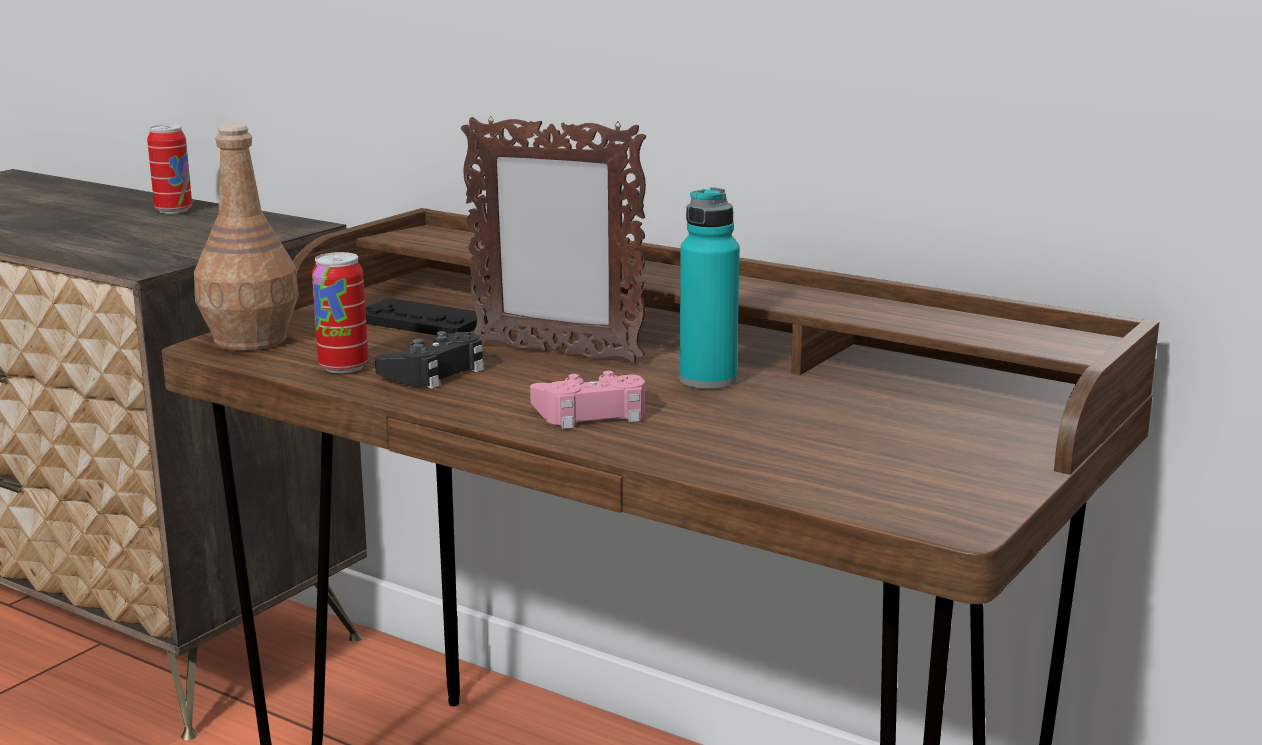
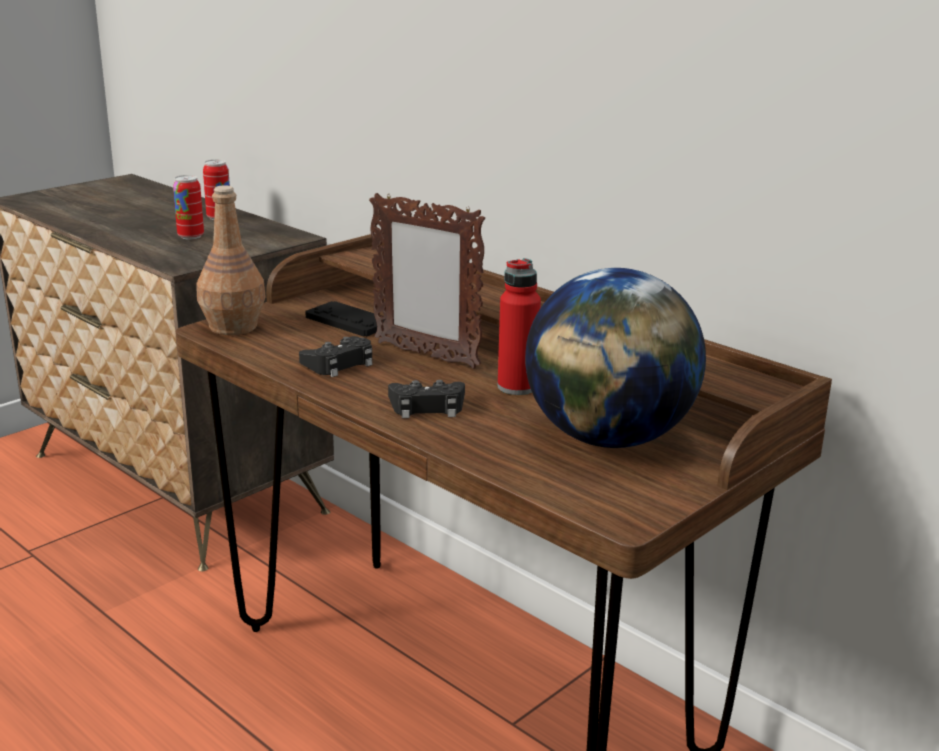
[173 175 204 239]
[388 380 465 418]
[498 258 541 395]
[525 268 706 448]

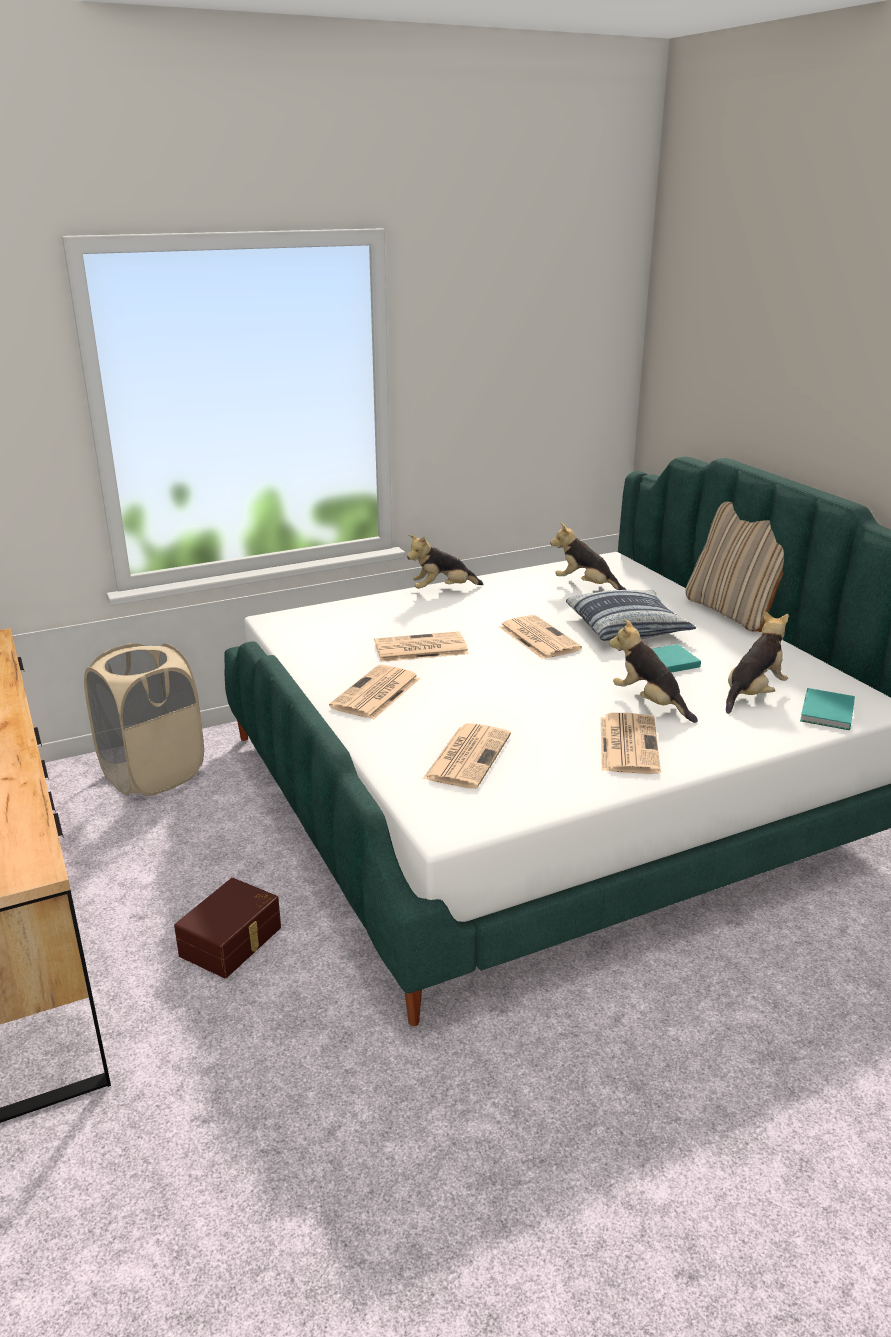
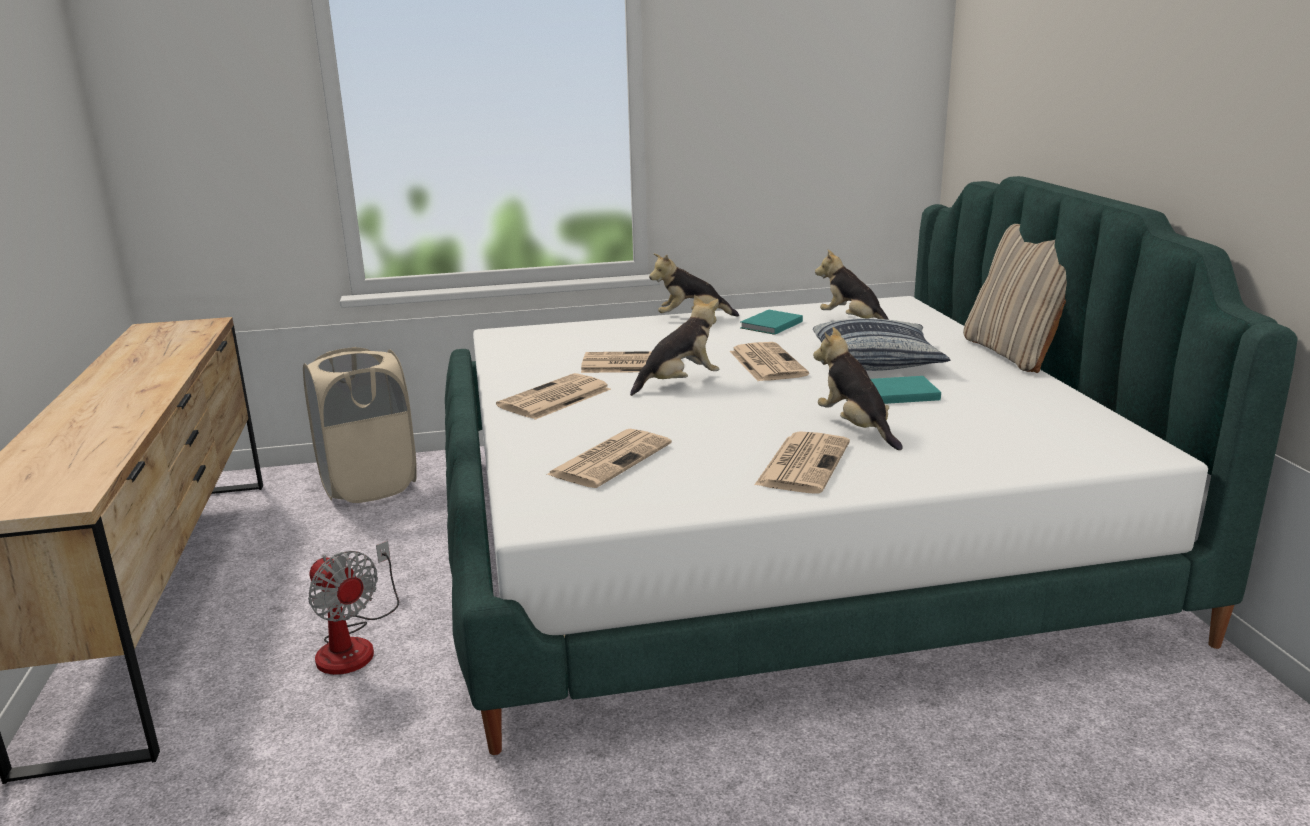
[308 541 399 675]
[630 295 719 396]
[740 310 803 335]

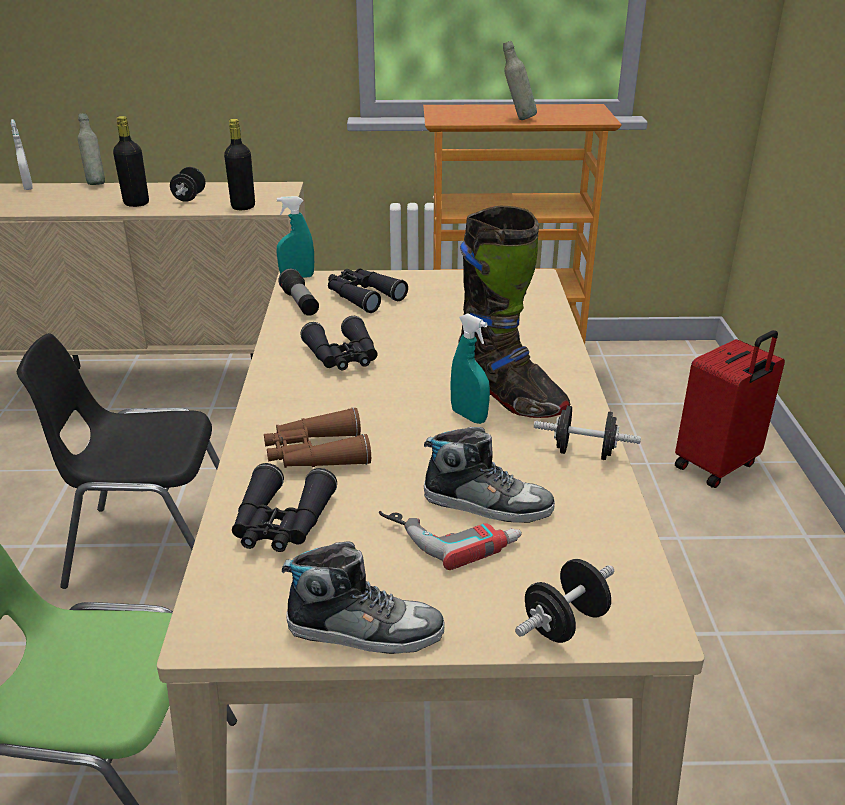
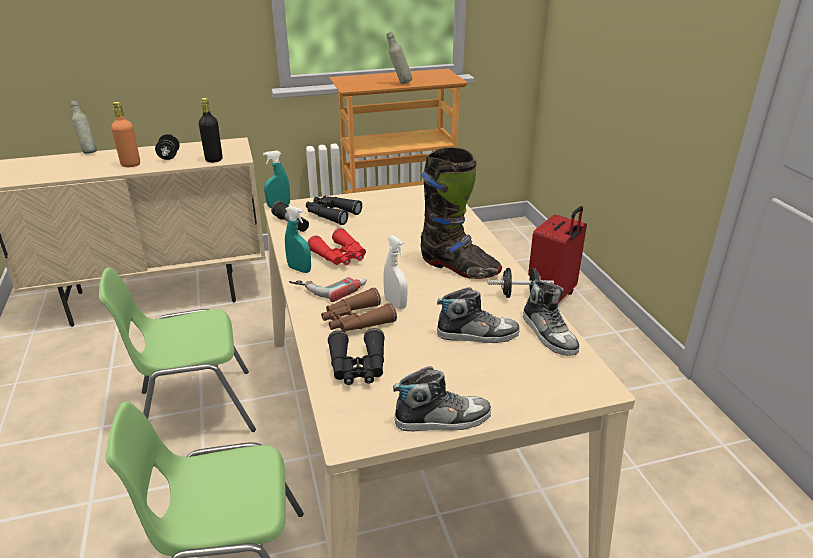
[383 235 408 309]
[99 267 256 432]
[111 102 140 167]
[307 228 366 265]
[289 277 367 302]
[285 206 311 273]
[515 559 614 643] (first image)
[523 280 580 356]

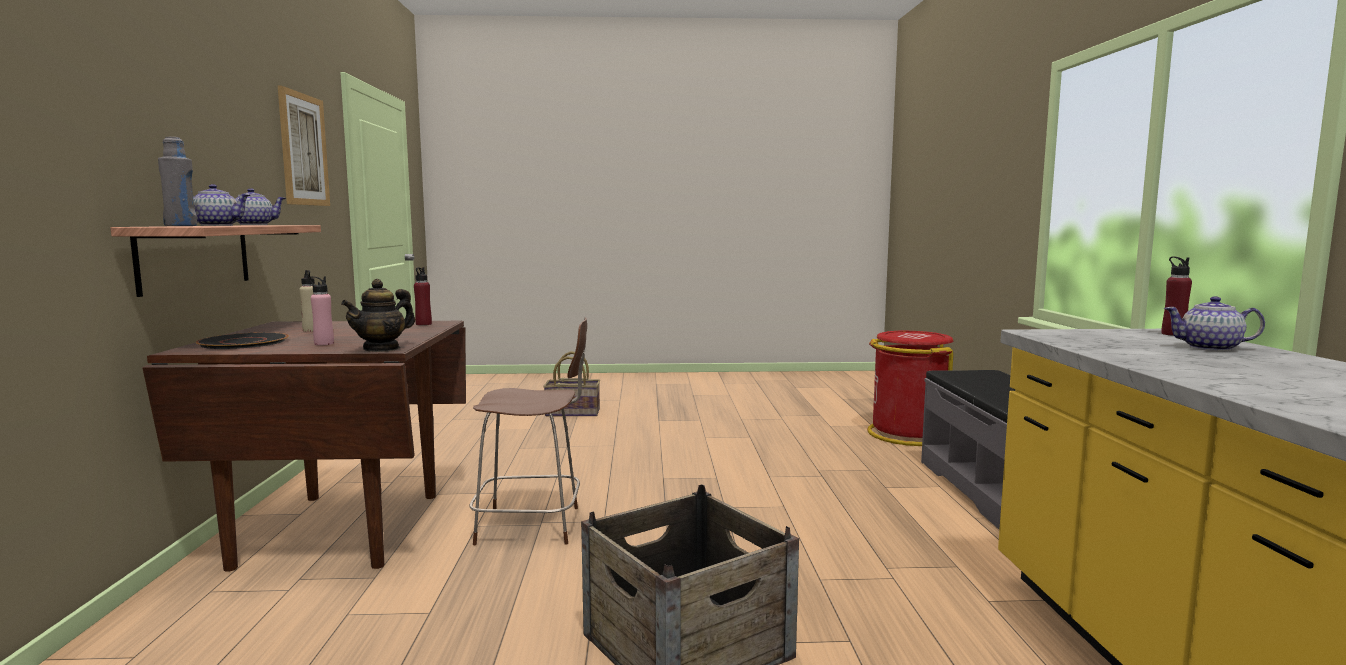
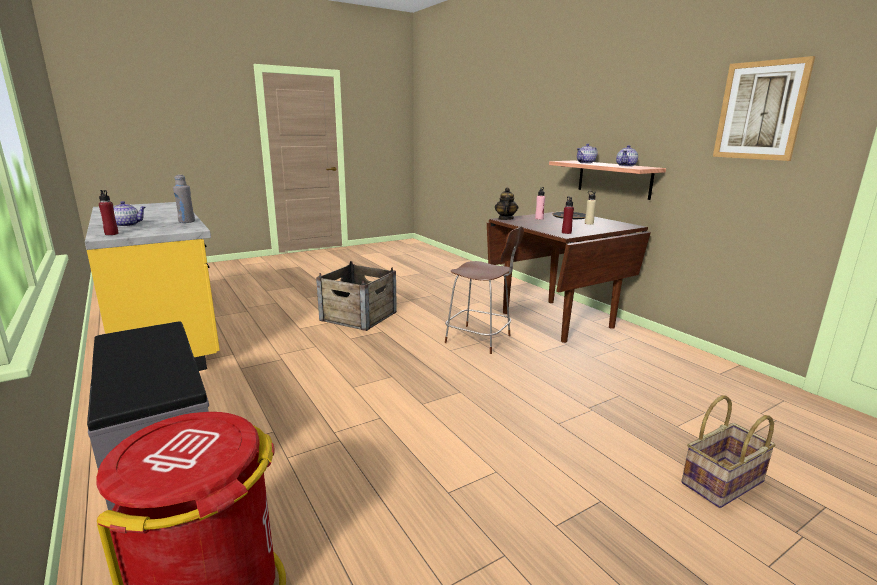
[173 175 195 223]
[445 226 524 354]

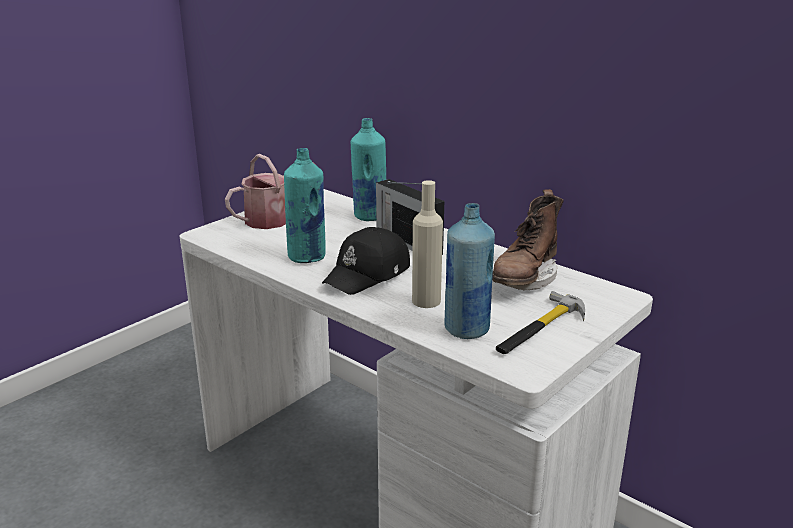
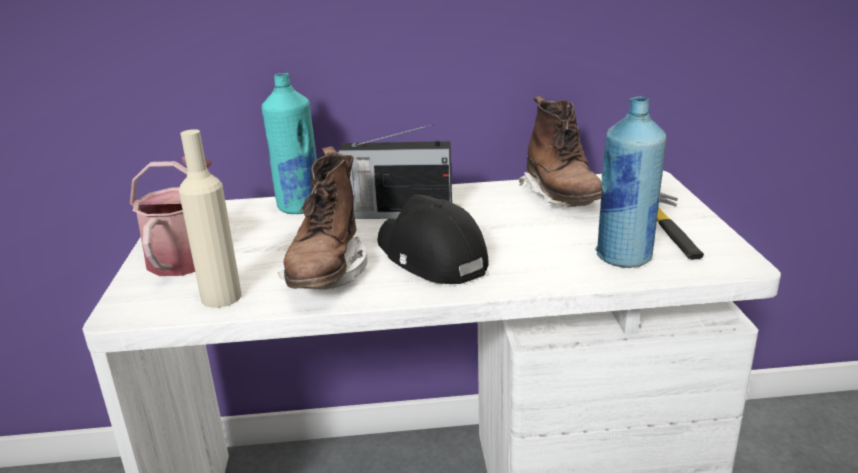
[278 146 368 289]
[378 195 488 284]
[179 129 242 308]

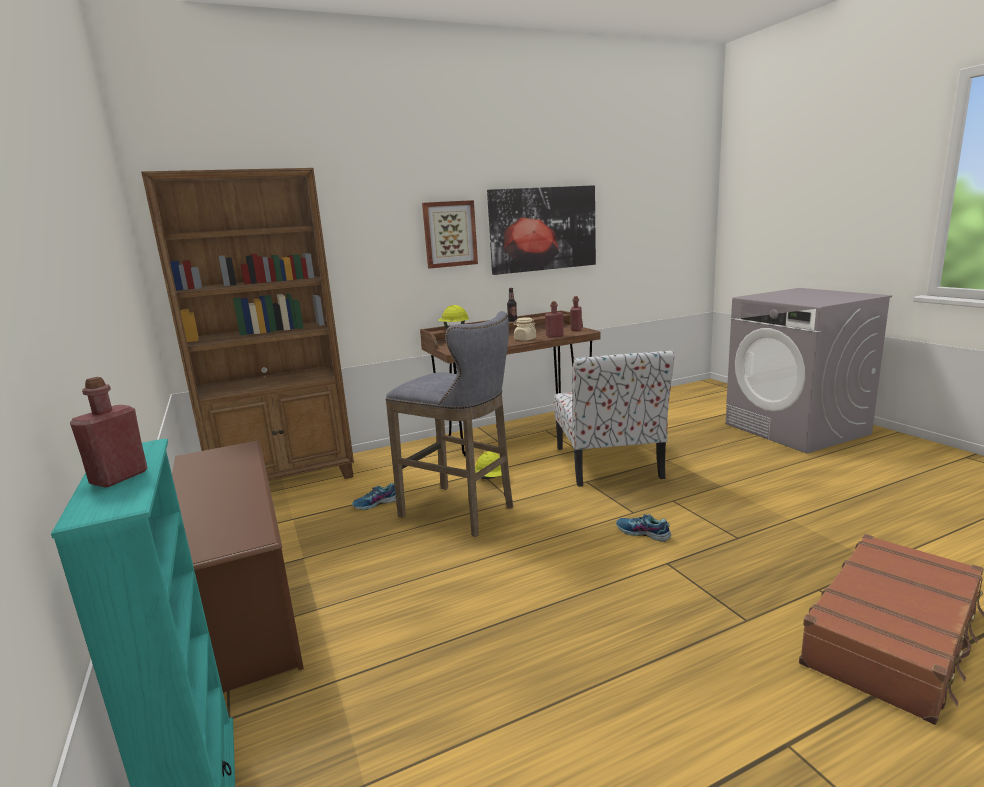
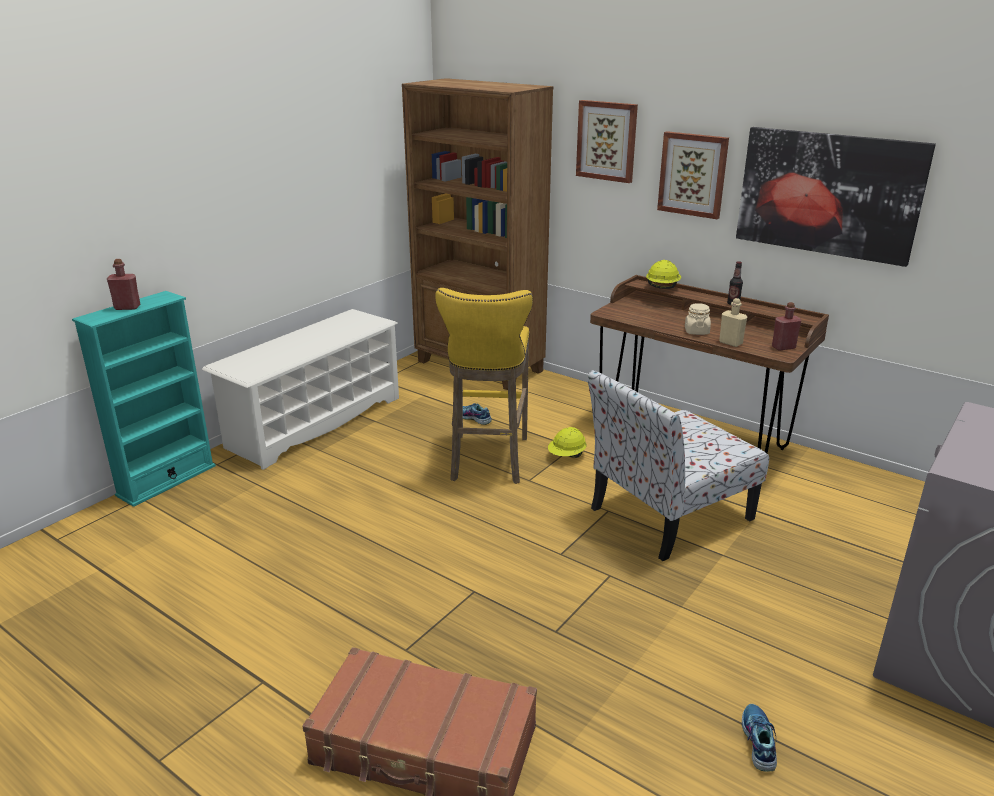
[202 309 399 470]
[435 288 533 484]
[719 298 747 347]
[742 704 777 772]
[576 100 638 183]

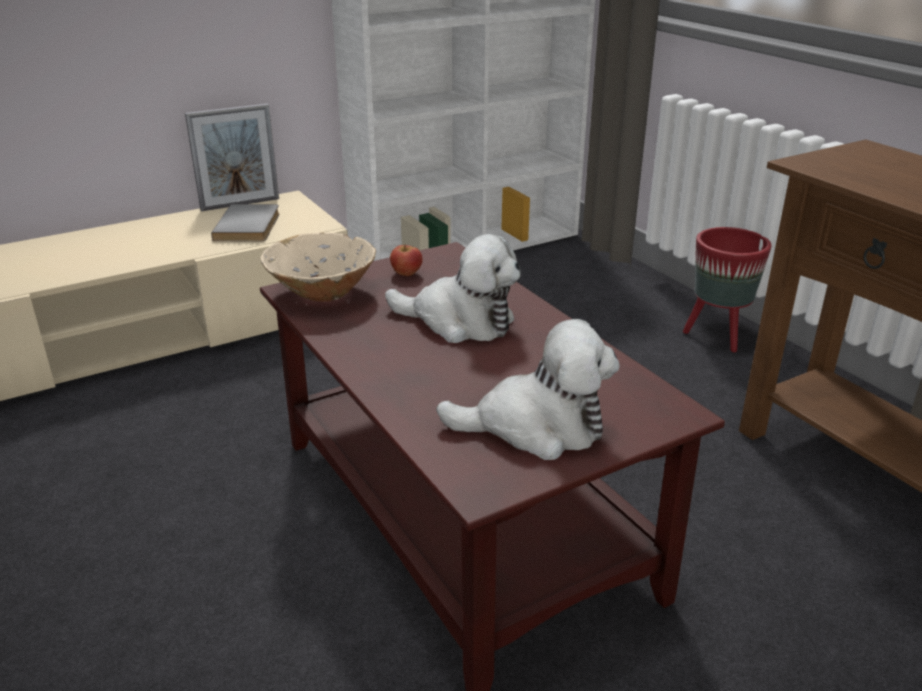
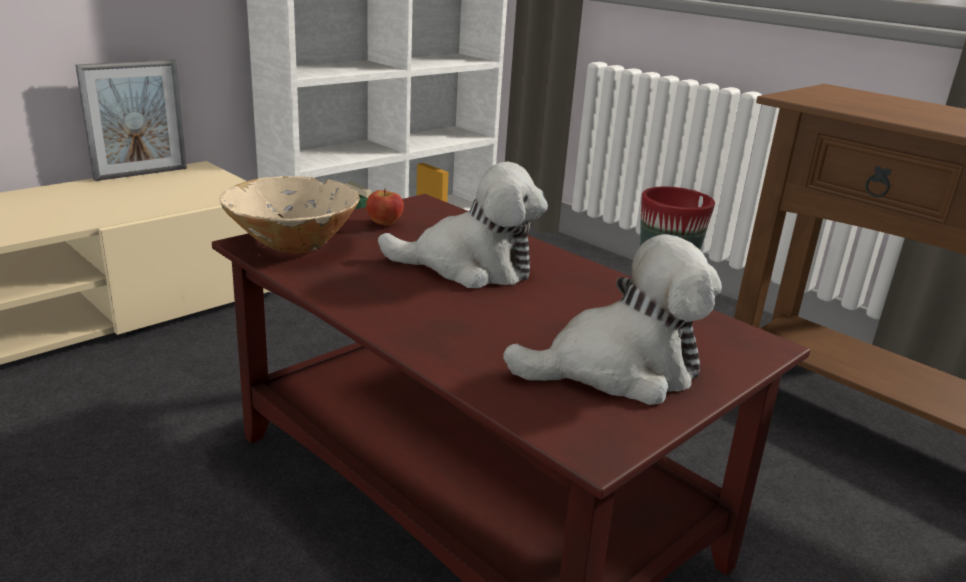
[211 204 280 241] (first image)

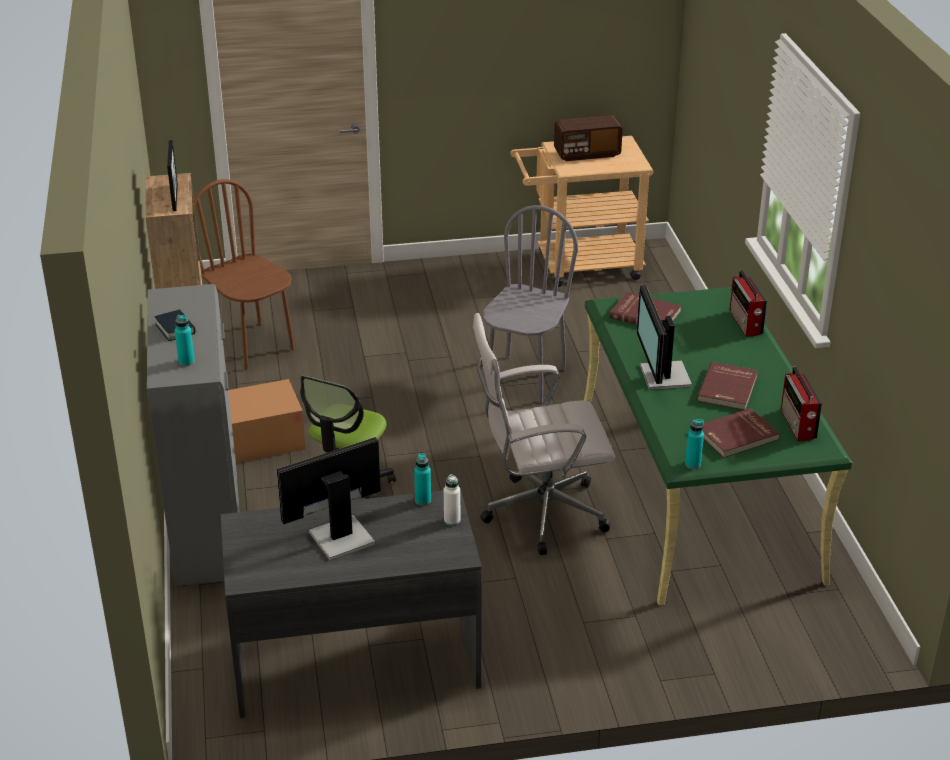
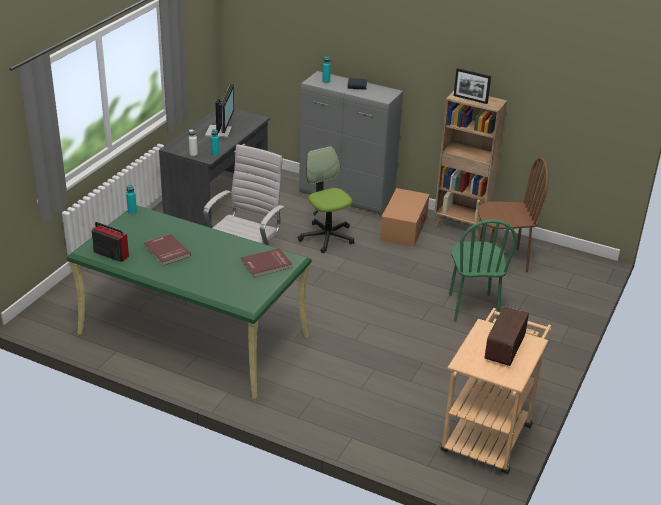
[483 205 578 403] (first image)
[637 285 692 390] (first image)
[703 408 780 458] (first image)
[729 270 767 337] (first image)
[449 219 517 322]

